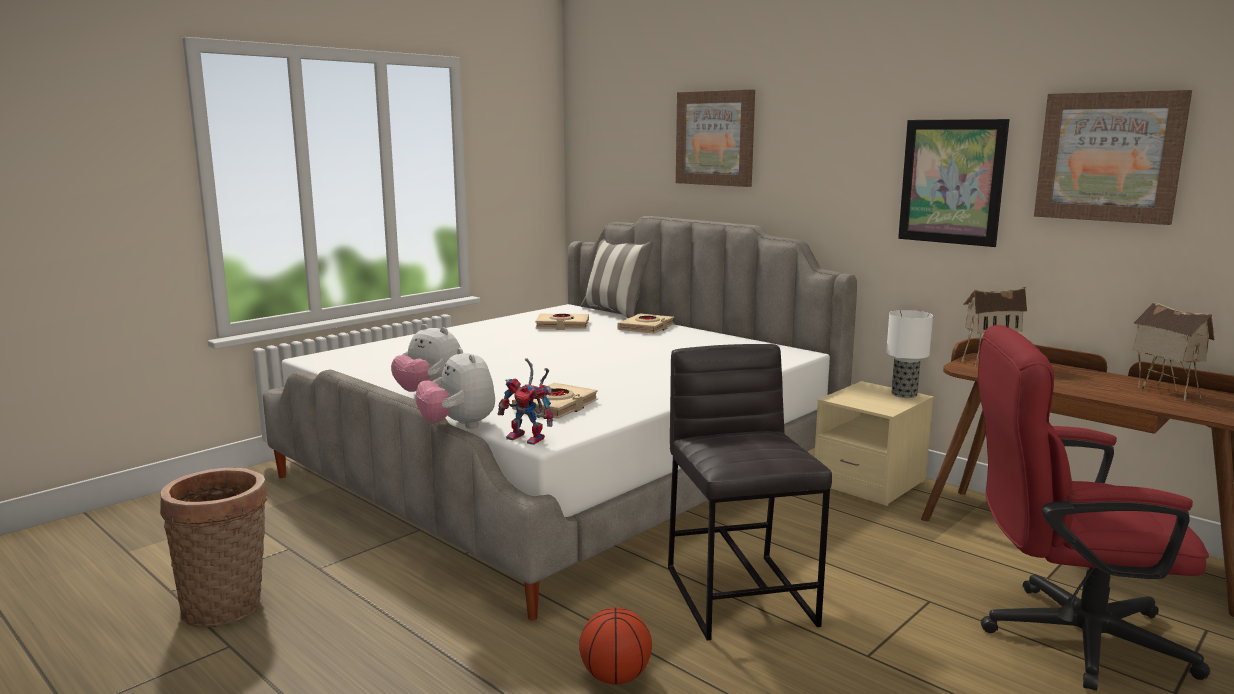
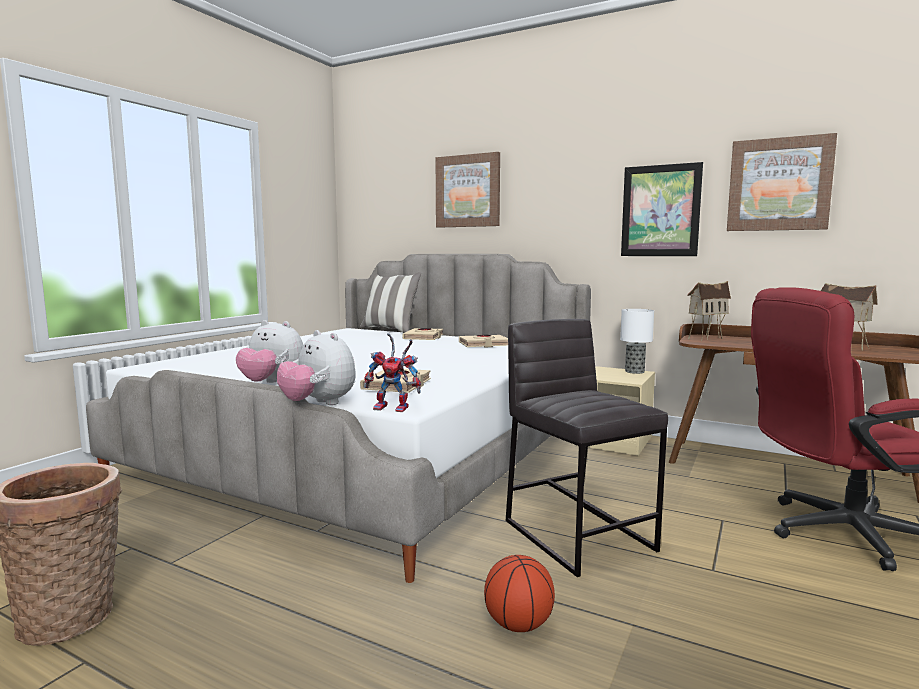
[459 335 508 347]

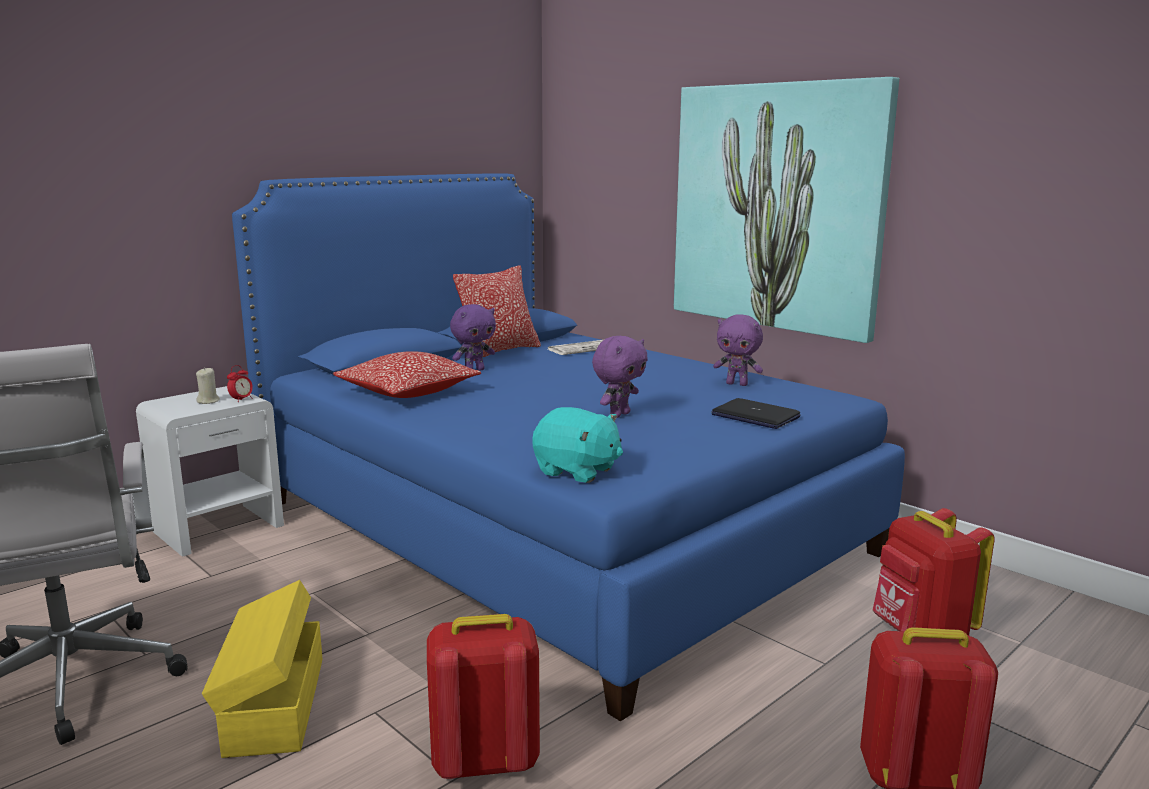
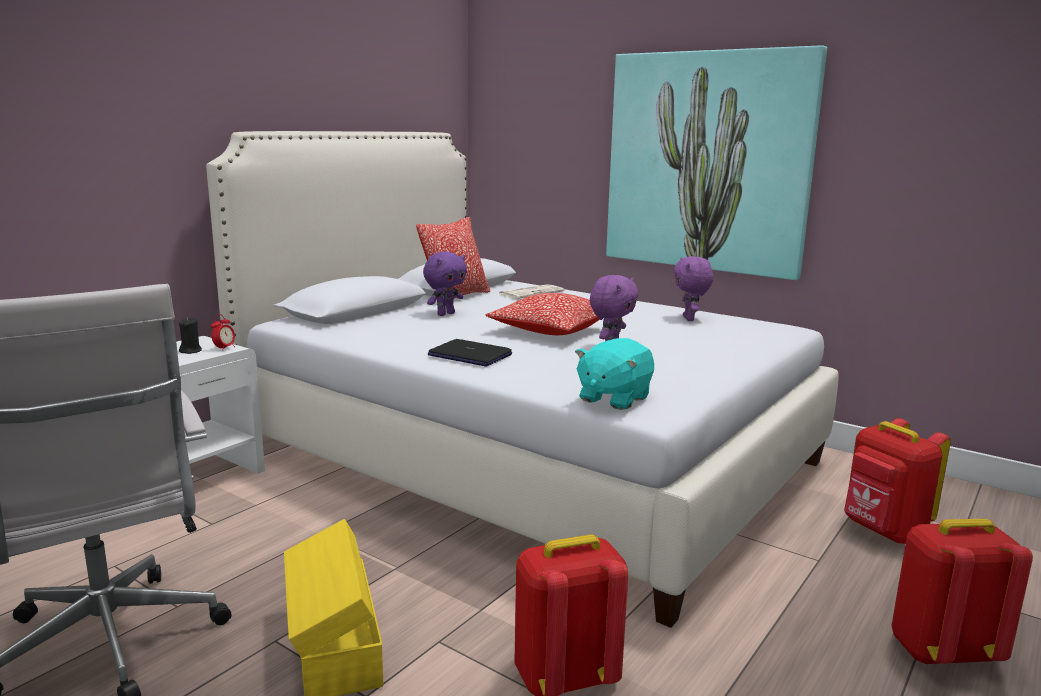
[179 317 202 354]
[206 131 839 628]
[485 293 600 335]
[575 338 654 410]
[428 339 512 367]
[673 256 713 321]

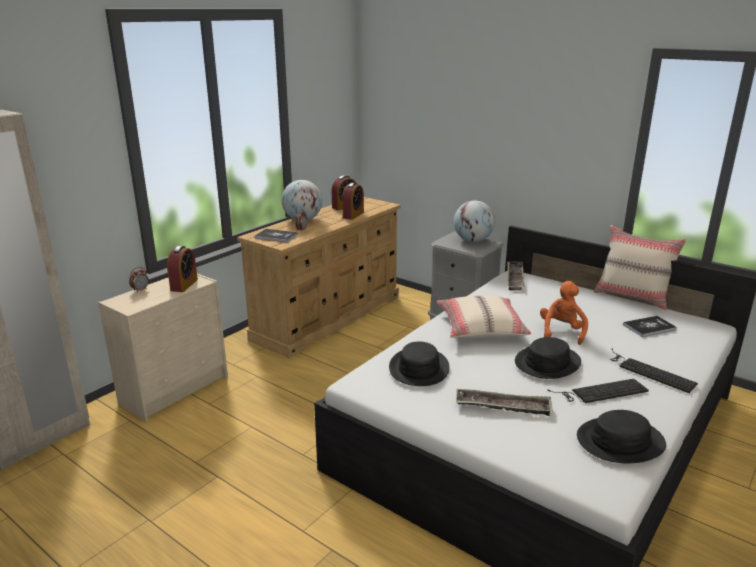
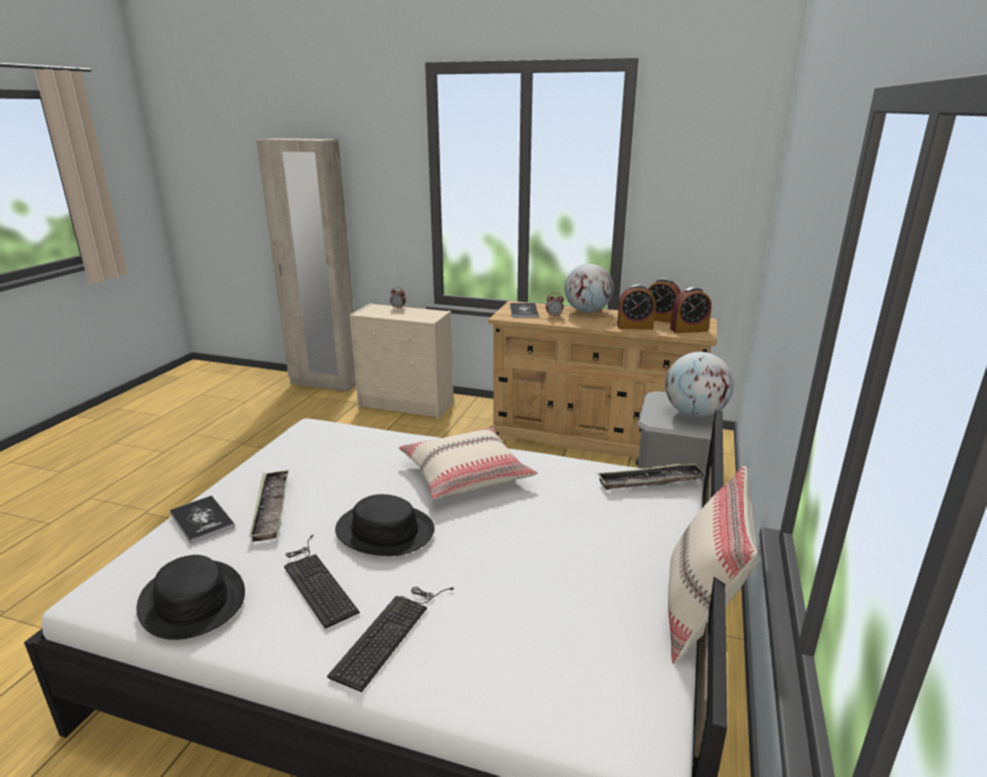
[670 287 712 333]
[389 341 450 386] (first image)
[540 281 588 345] (first image)
[170 495 235 544]

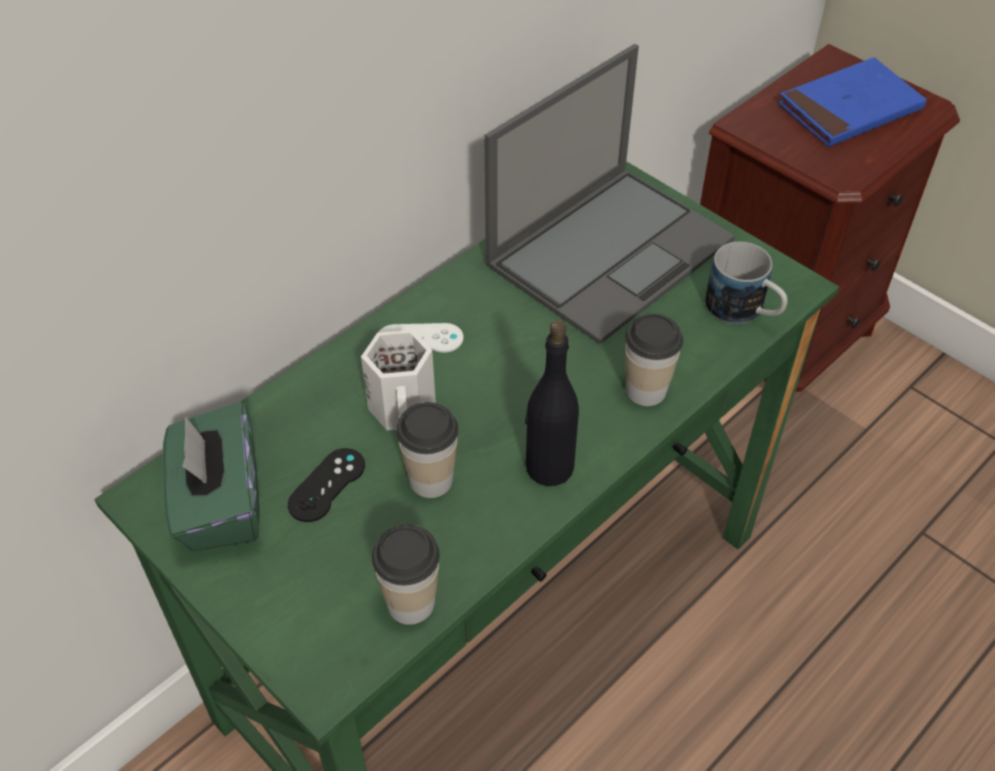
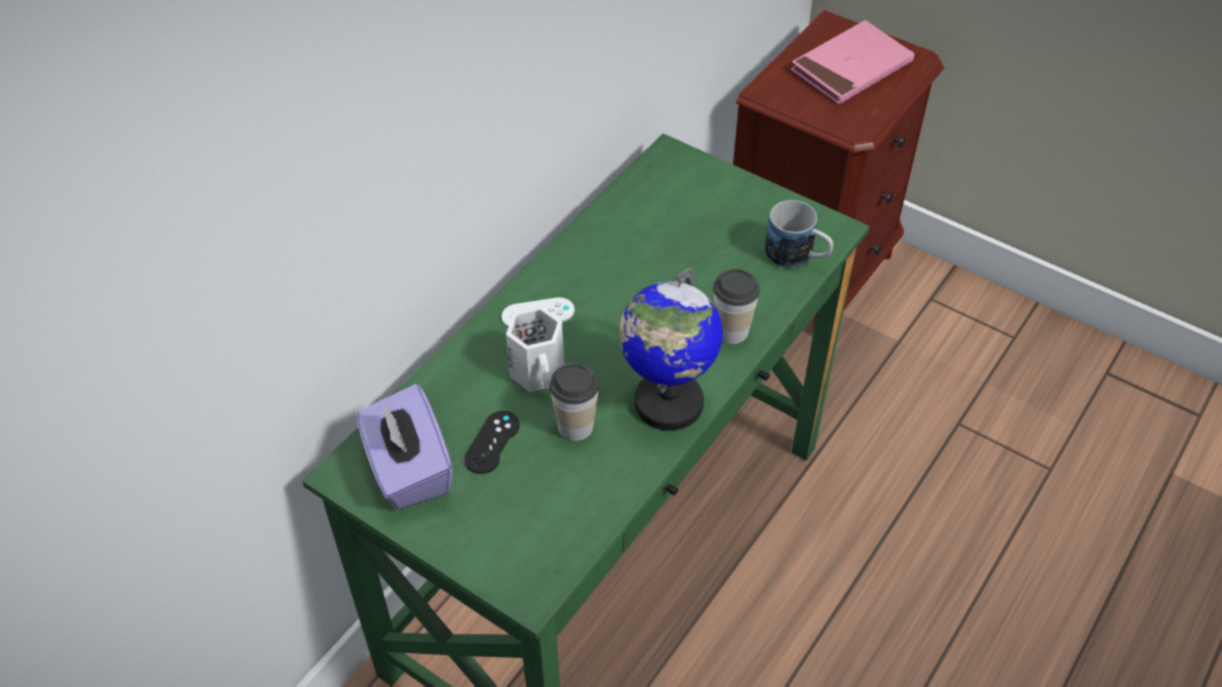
[357 384 453 509]
[372 524 440 625] (first image)
[484 44 735 344] (first image)
[619 268 723 431]
[791 20 915 105]

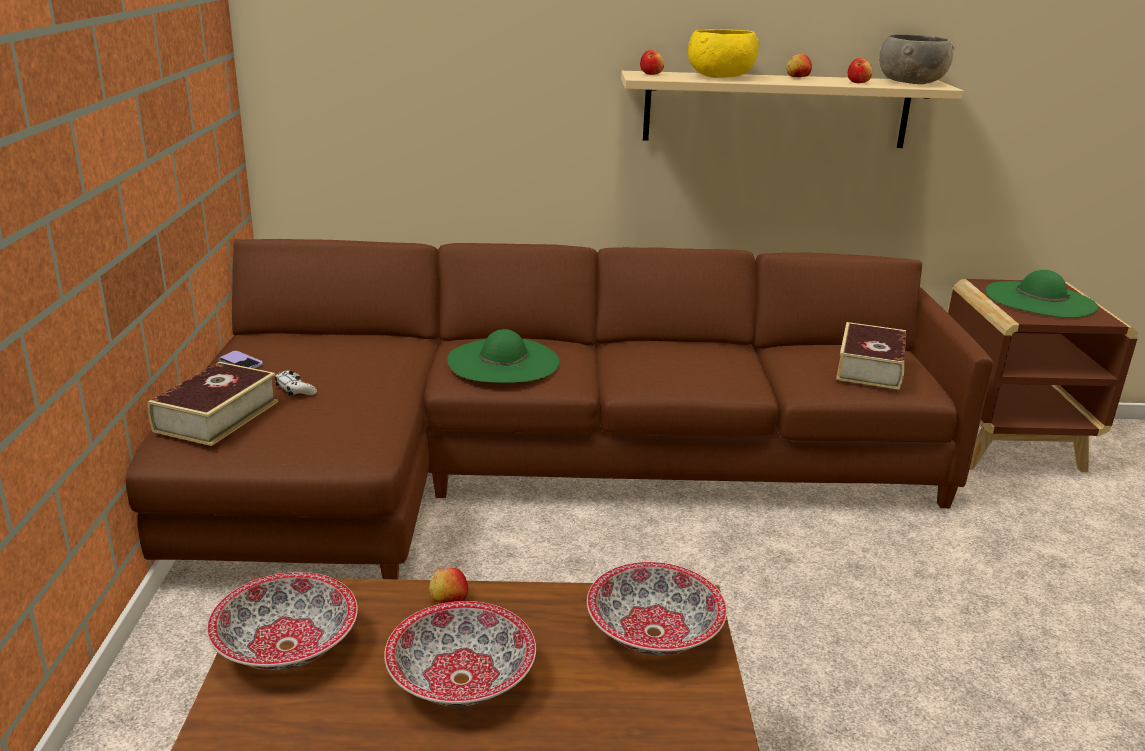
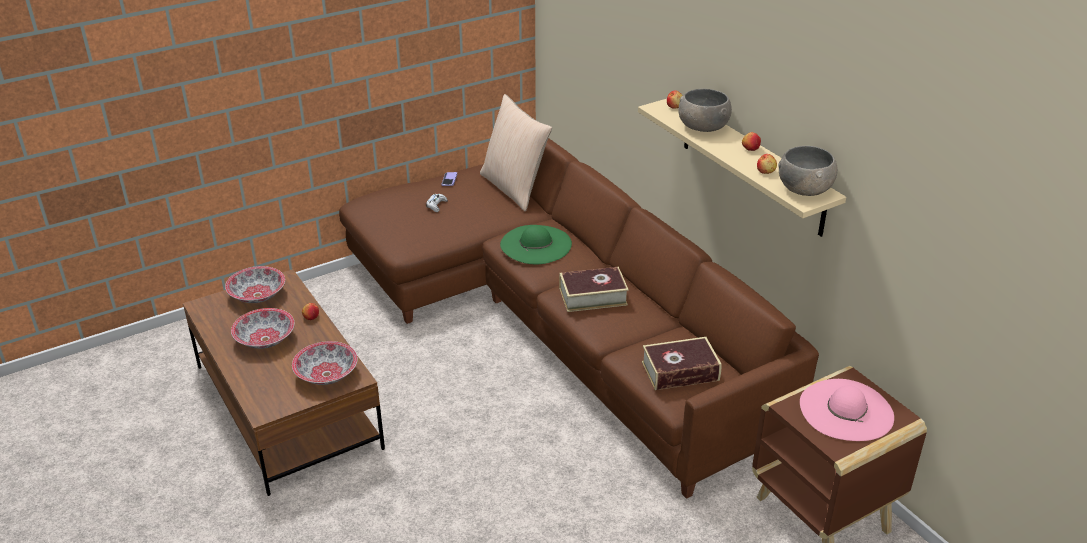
[559 267 629 312]
[678 89 732 132]
[800 379 894 441]
[480 94 552 211]

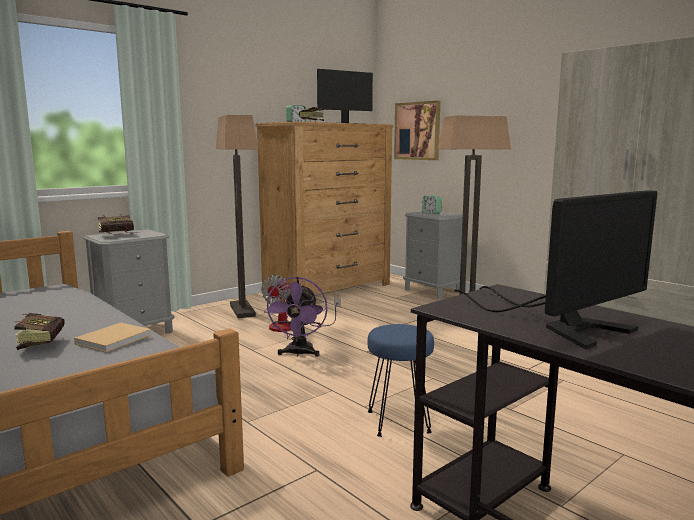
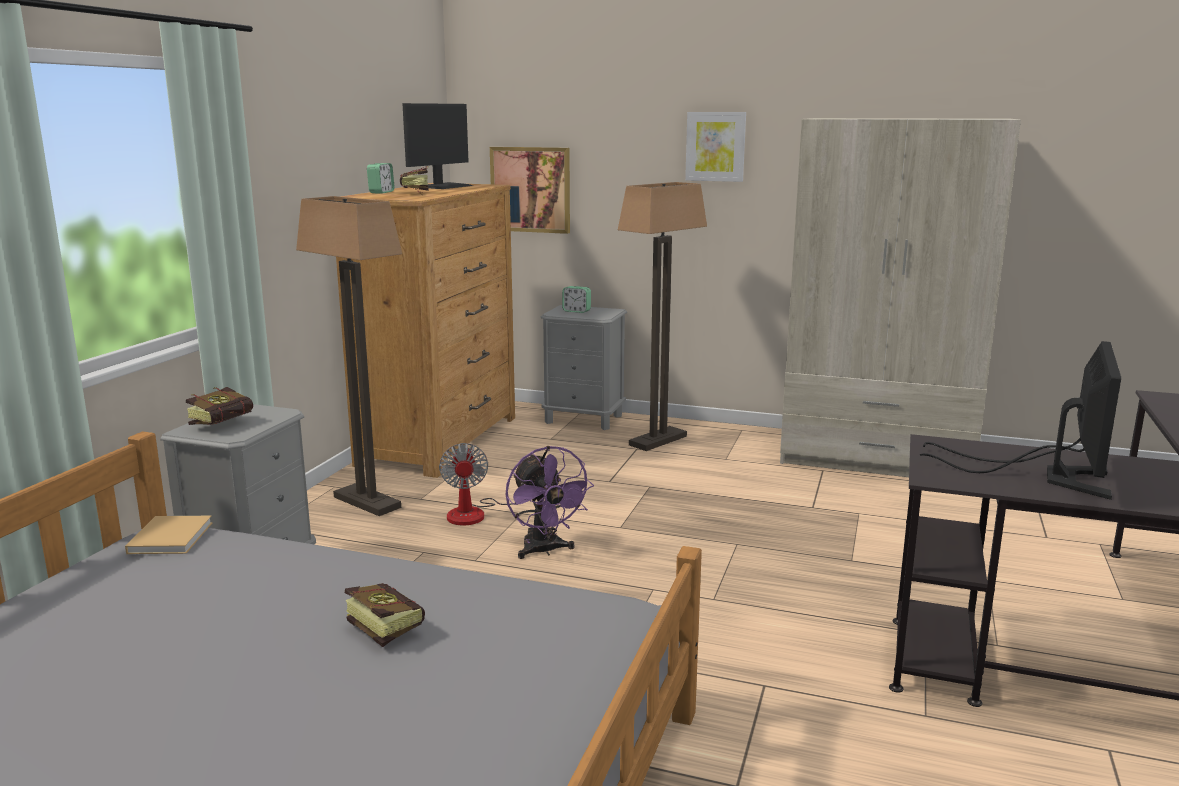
[125 516 212 554]
[367 324 434 437] (first image)
[685 112 746 182]

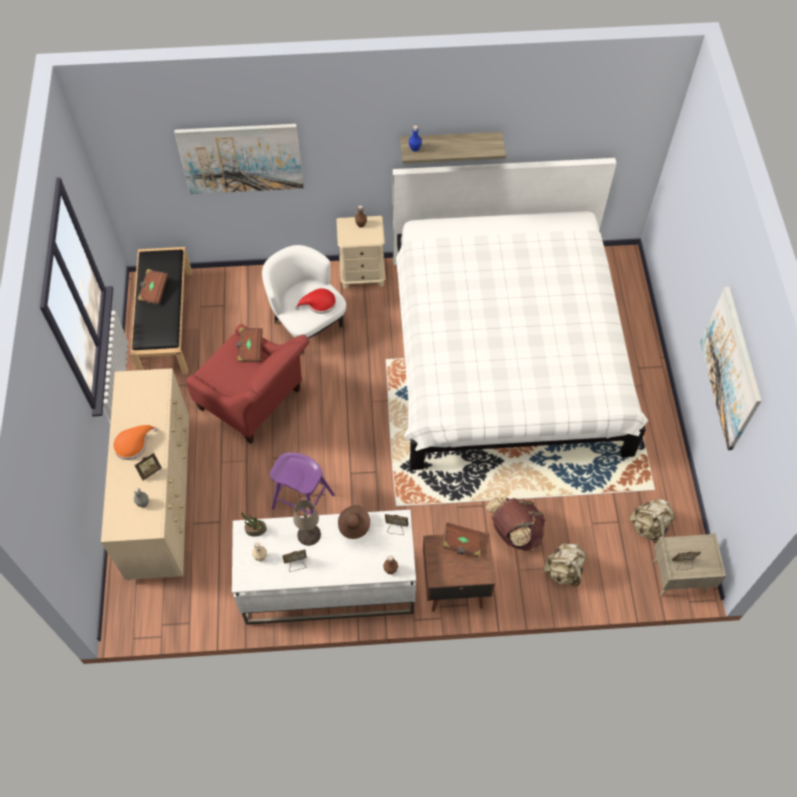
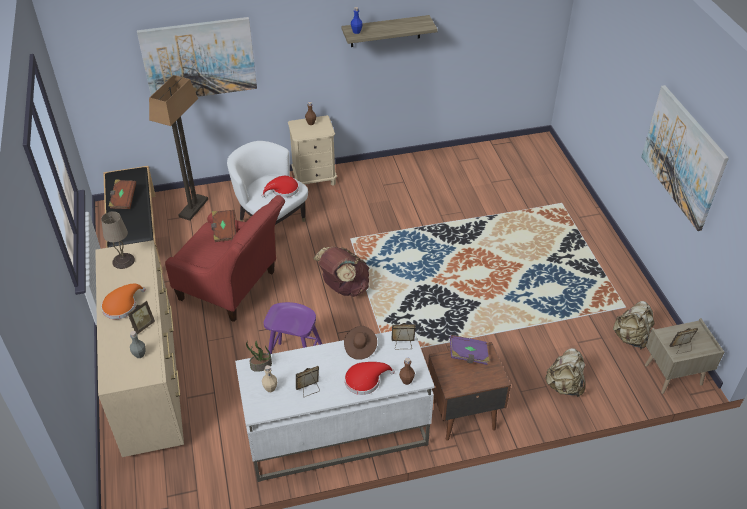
[101 212 135 269]
[393 158 648 470] (first image)
[450 335 490 365]
[313 247 369 297]
[149 75 208 221]
[345 362 395 395]

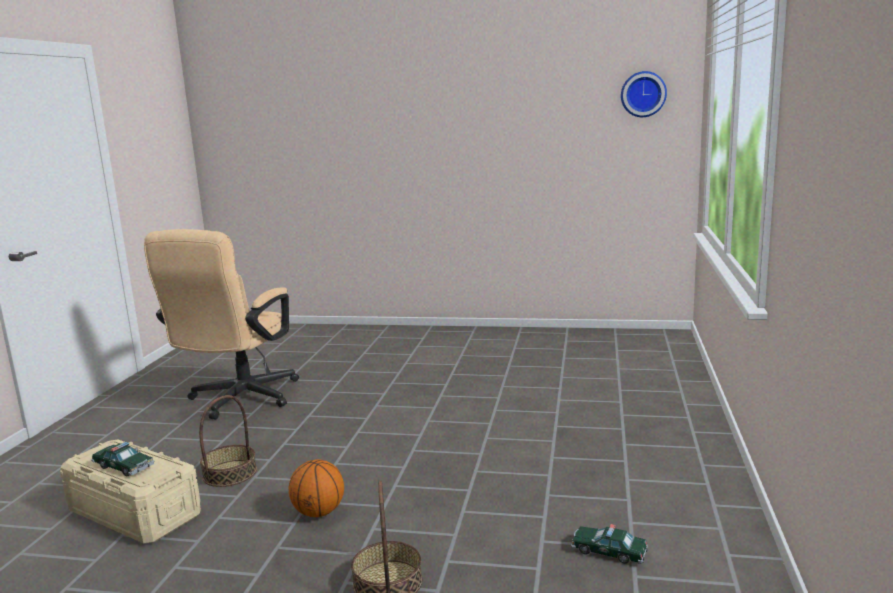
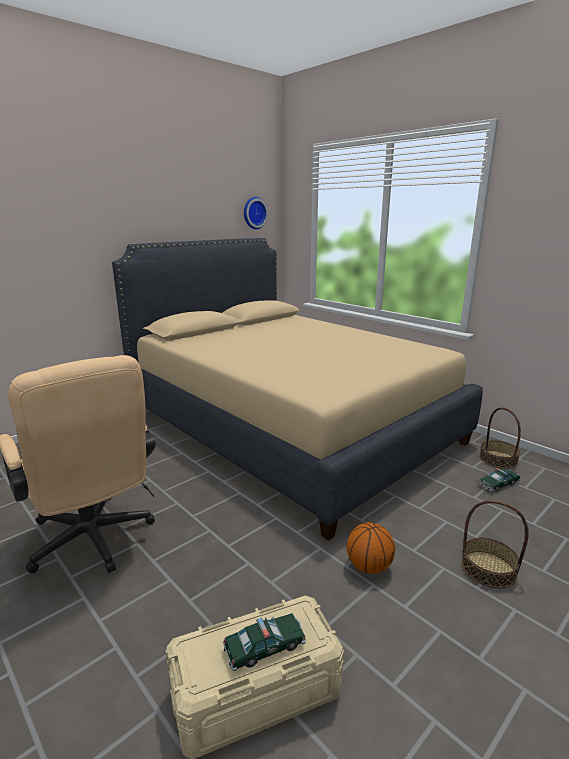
[479 407 521 469]
[112 238 483 541]

